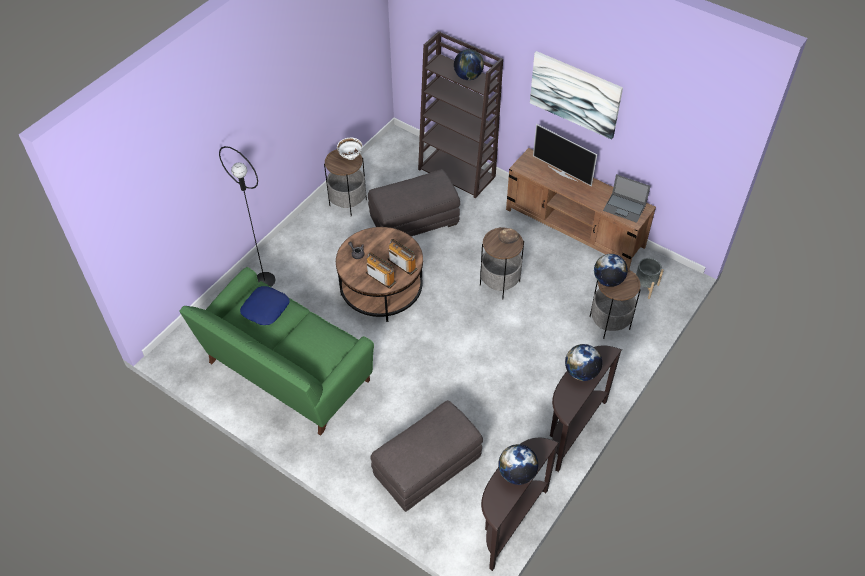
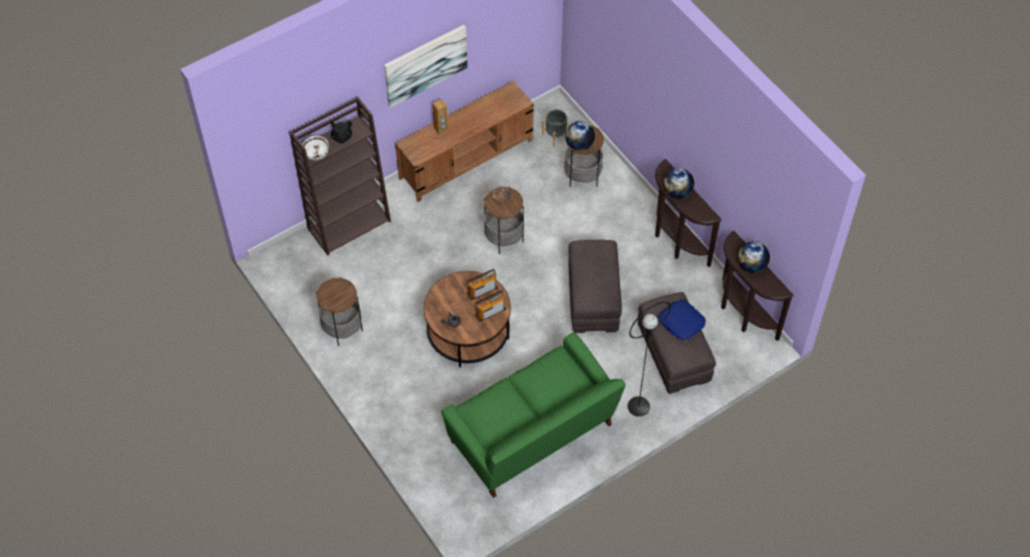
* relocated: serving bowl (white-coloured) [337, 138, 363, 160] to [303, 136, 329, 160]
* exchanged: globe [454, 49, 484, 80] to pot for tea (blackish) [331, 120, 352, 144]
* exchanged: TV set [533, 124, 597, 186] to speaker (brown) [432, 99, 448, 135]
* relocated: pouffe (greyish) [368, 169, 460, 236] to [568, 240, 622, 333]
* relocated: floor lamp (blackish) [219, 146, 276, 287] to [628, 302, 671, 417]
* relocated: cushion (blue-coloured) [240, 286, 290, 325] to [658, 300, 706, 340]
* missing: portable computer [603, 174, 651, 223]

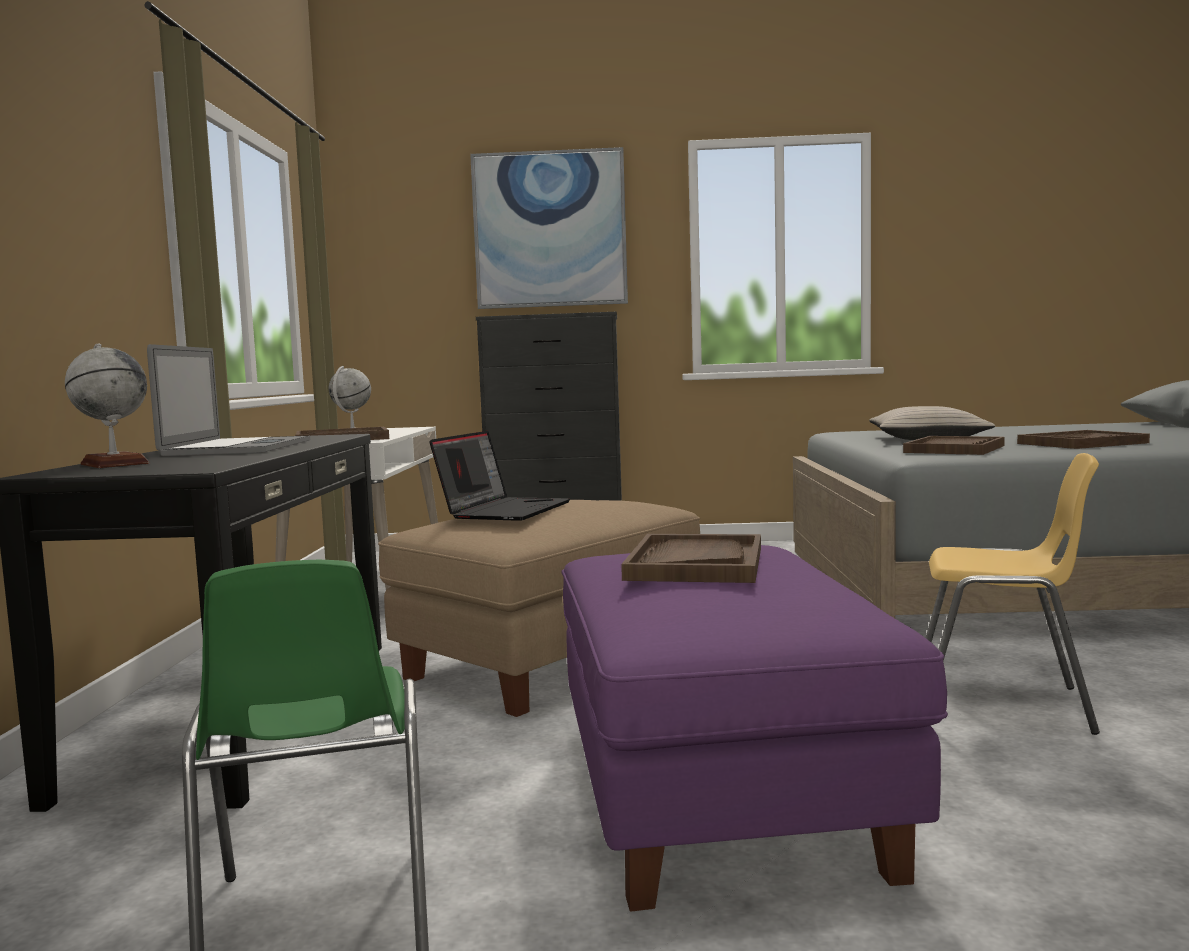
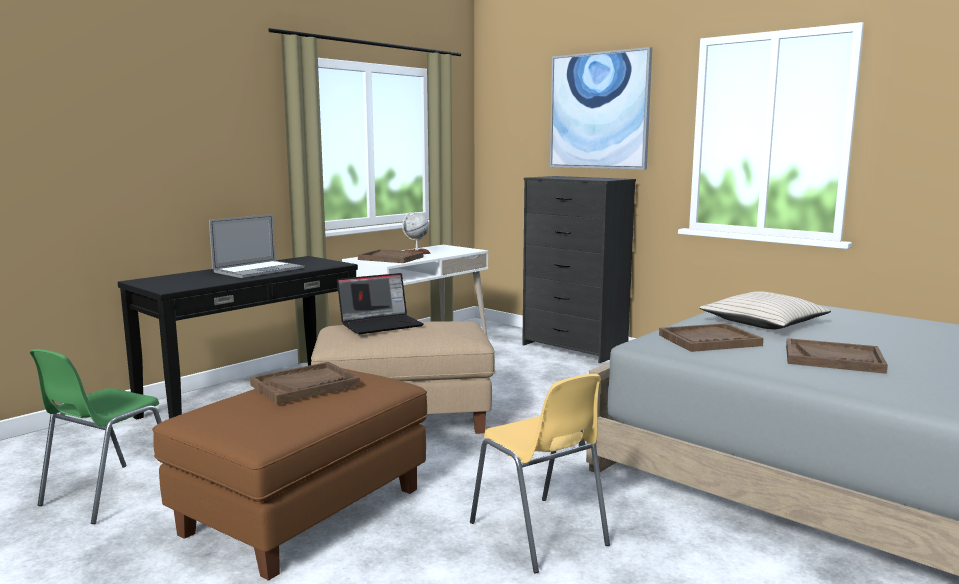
* colour: pouffe (purple-coloured) [561, 545, 948, 912] to pouffe (brown) [152, 368, 428, 581]
* missing: globe [65, 344, 150, 468]

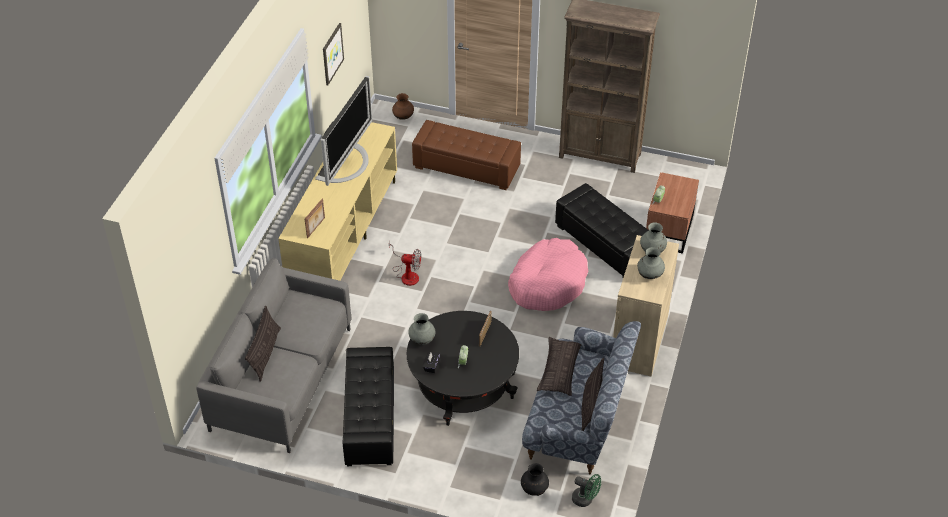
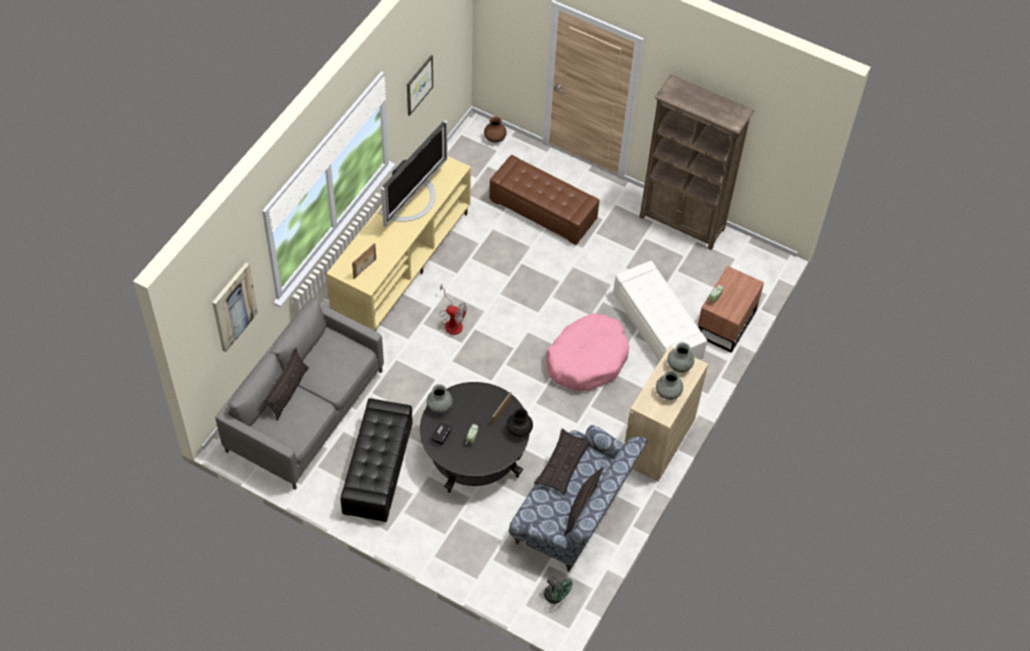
* appeared: wall picture [212, 263, 258, 352]
* relocated: decorative vase (blackish) [521, 463, 549, 496] to [506, 408, 533, 438]
* colour: pouffe (blackish) [555, 183, 649, 278] to pouffe (white-coloured) [613, 261, 707, 362]

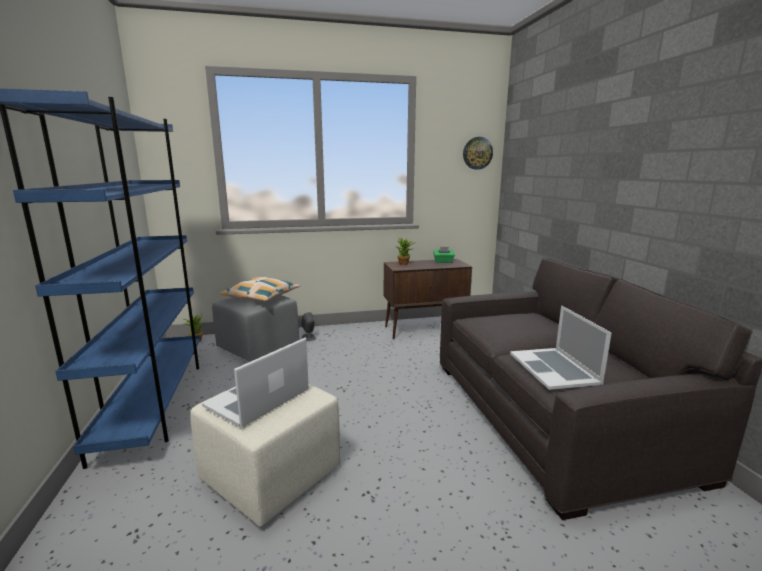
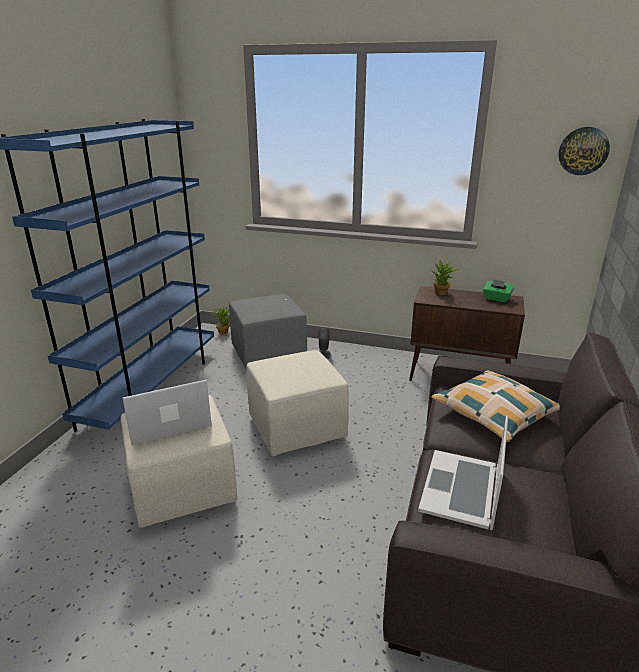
* appeared: pouffe (beige) [246, 350, 349, 456]
* relocated: cushion [220, 277, 300, 302] to [432, 370, 560, 442]

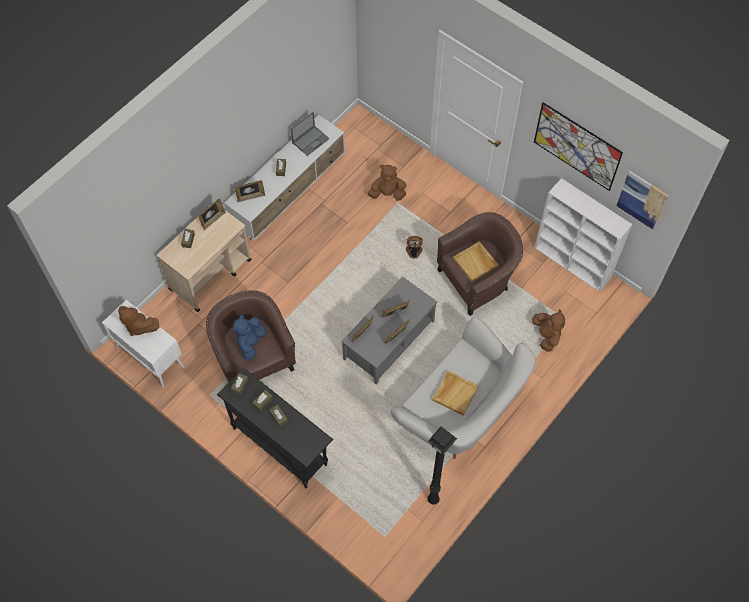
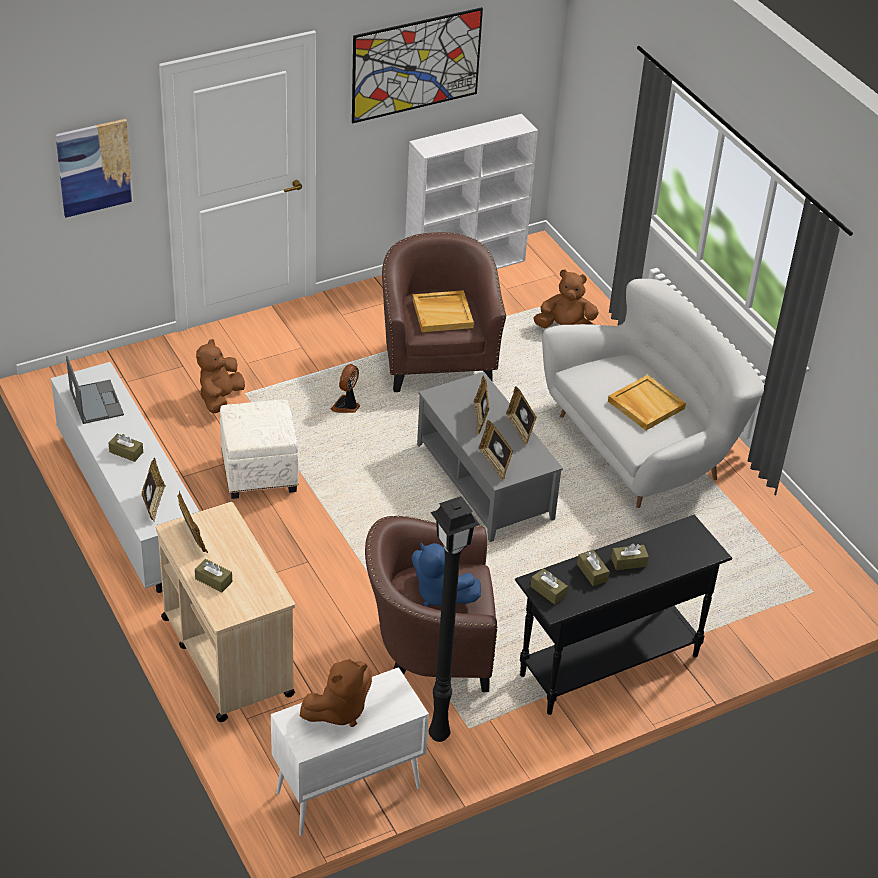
* relocated: wall picture [616, 171, 669, 230] to [55, 119, 133, 218]
* appeared: pouffe (white-coloured) [220, 400, 299, 499]
* relocated: floor lamp (blackish) [427, 426, 457, 505] to [428, 496, 480, 742]

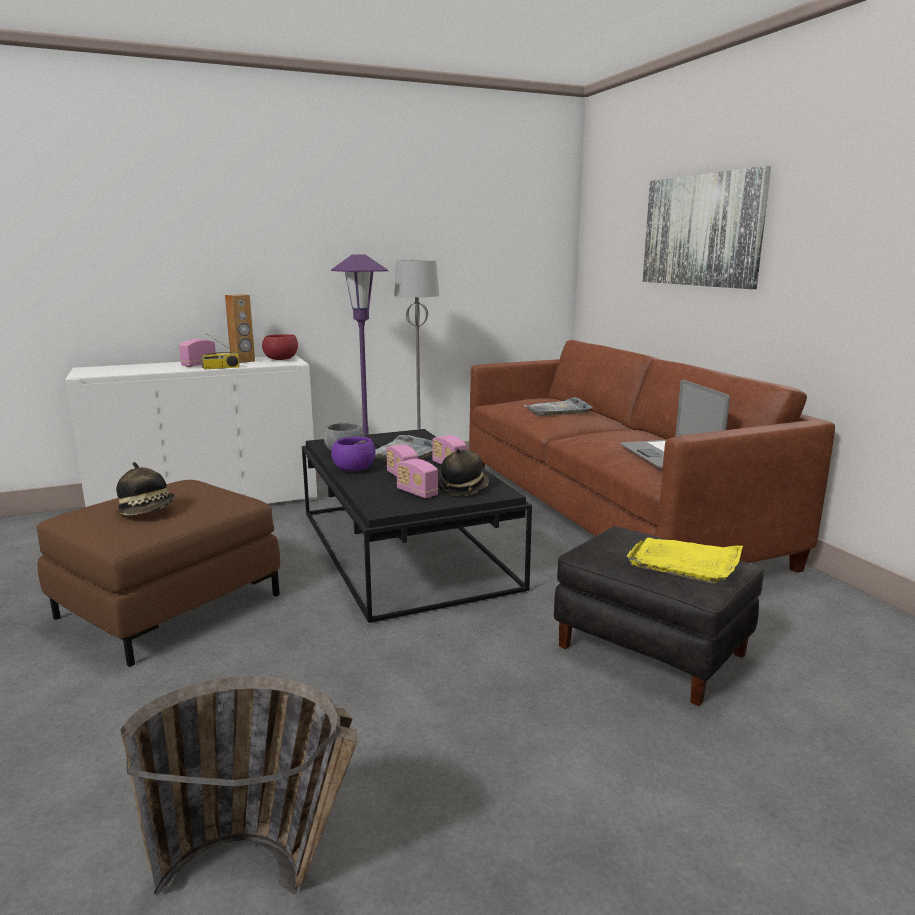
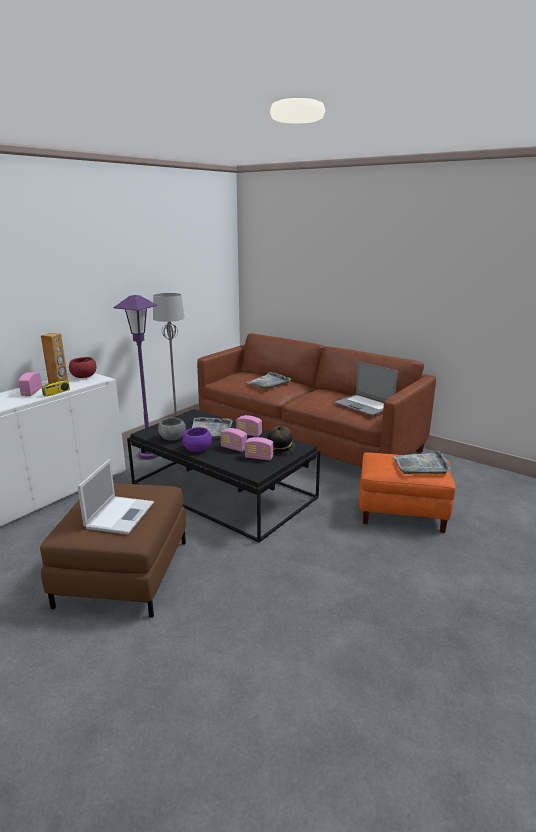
* exchanged: hat [116, 462, 175, 516] to portable computer [77, 459, 154, 535]
* colour: pouffe (blackish) [554, 526, 764, 706] to pouffe (orangey) [359, 452, 456, 533]
* colour: tray (yellow) [626, 538, 743, 584] to tray (greyish) [393, 451, 451, 474]
* missing: household basket [121, 676, 357, 896]
* missing: wall picture [643, 166, 771, 289]

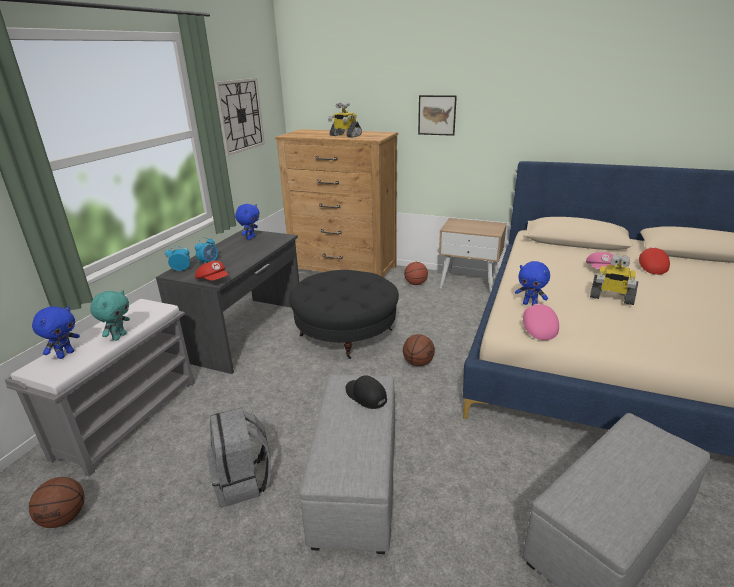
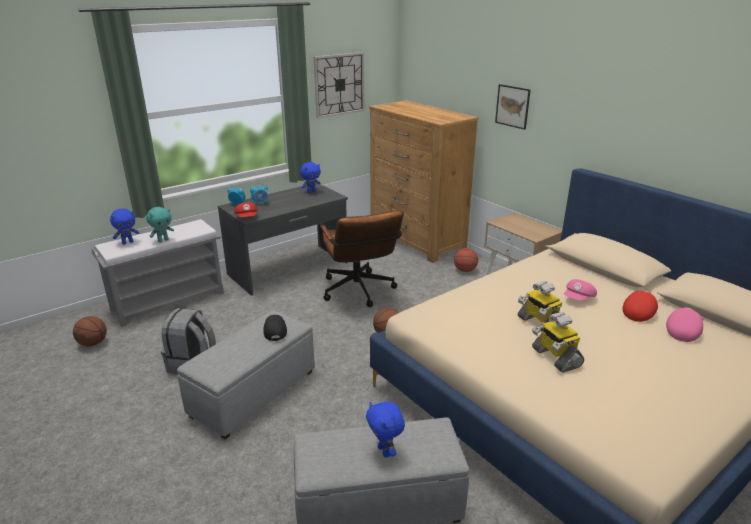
* exchanged: pouffe (blackish) [289, 270, 399, 359] to desk chair (brown) [319, 211, 404, 307]
* relocated: cuddly toy (blue-coloured) [515, 261, 550, 305] to [366, 402, 405, 457]
* relocated: robot figure [328, 102, 362, 138] to [532, 312, 584, 373]
* relocated: peaked cap (pinkish) [523, 303, 559, 340] to [666, 307, 703, 342]

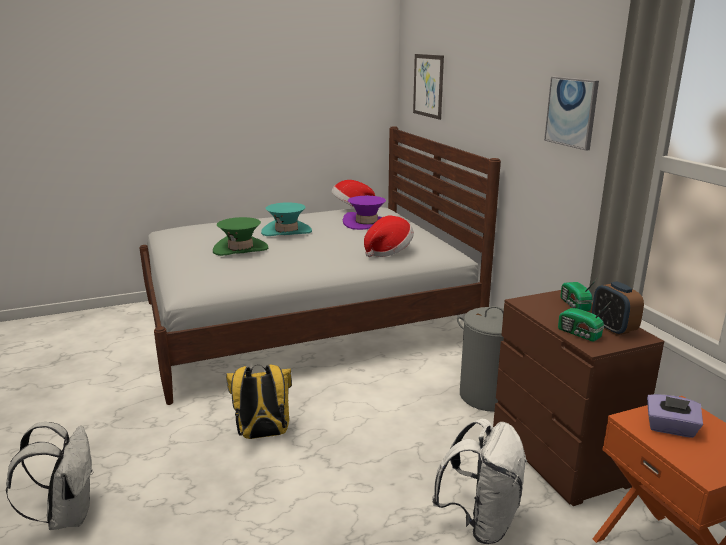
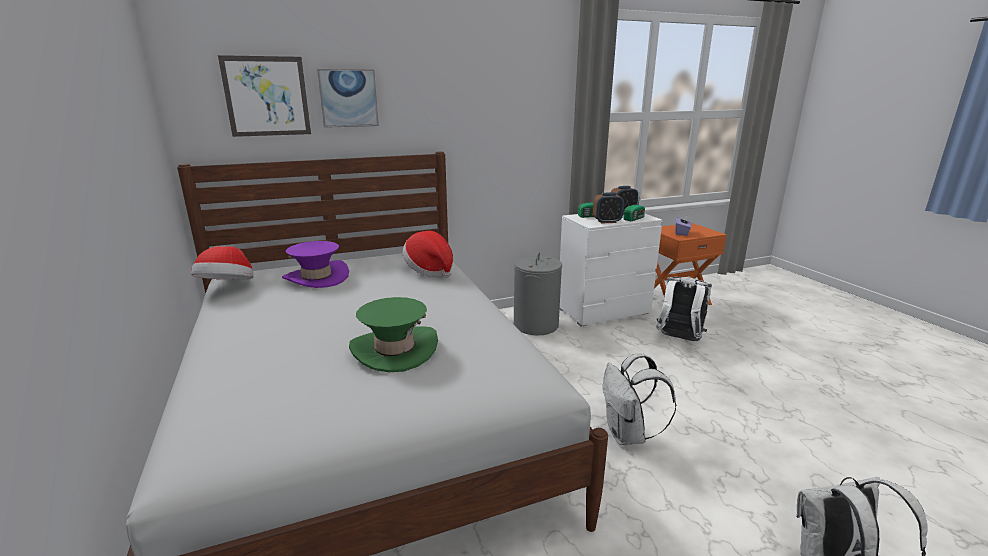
* relocated: wall picture [544, 77, 599, 151] to [317, 69, 379, 128]
* colour: drawer chest (brown) [493, 290, 664, 506] to drawer chest (white-coloured) [560, 213, 663, 327]
* appeared: alarm clock [593, 192, 624, 223]
* colour: rucksack (yellow) [226, 364, 292, 439] to rucksack (white-coloured) [602, 353, 676, 445]
* missing: hat (turquoise-coloured) [261, 202, 312, 236]

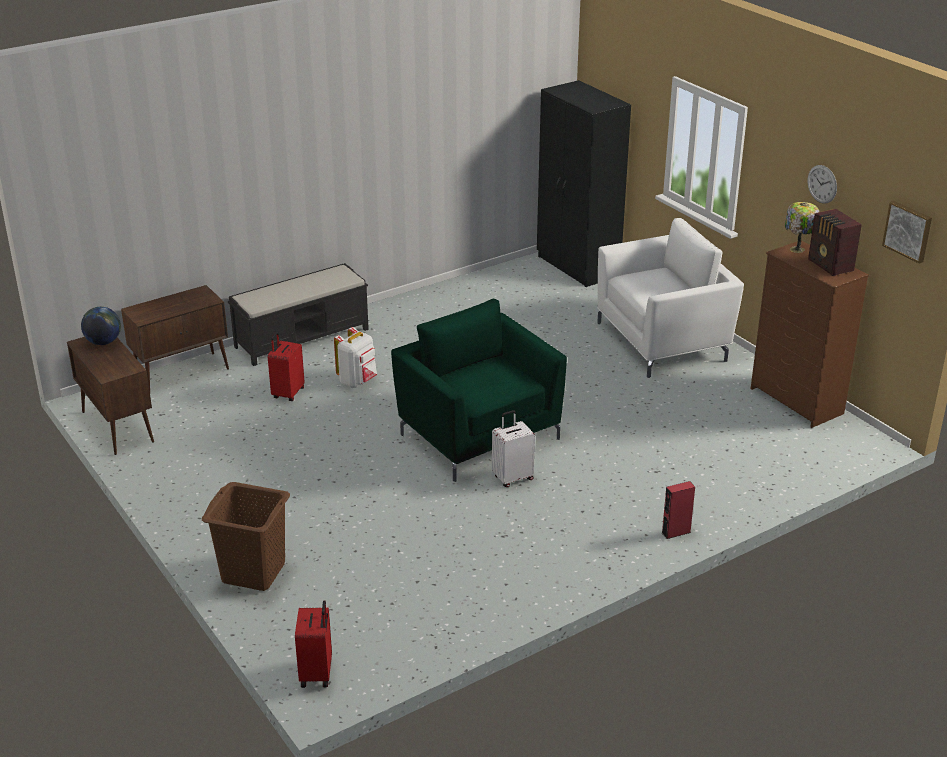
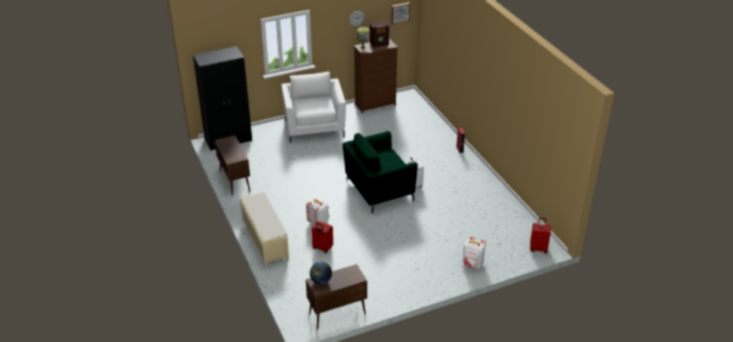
* relocated: cupboard (brown) [121, 285, 229, 391] to [215, 136, 250, 196]
* colour: bench (blackish) [228, 263, 369, 366] to bench (beige) [239, 192, 289, 267]
* exchanged: laundry basket (brown) [202, 482, 290, 591] to rucksack (white-coloured) [462, 236, 486, 269]

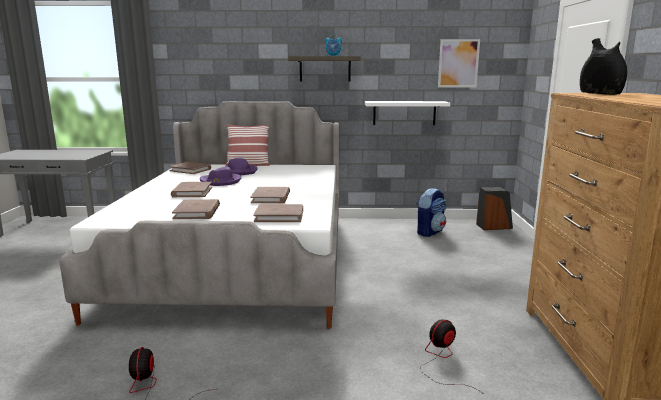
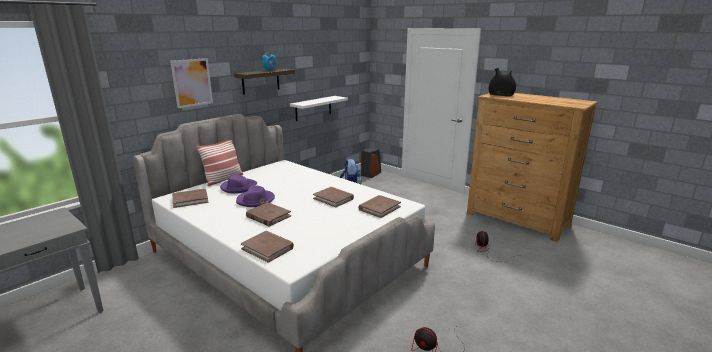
* relocated: wall picture [438, 39, 480, 87] to [170, 58, 213, 108]
* relocated: book (brown) [172, 199, 220, 219] to [241, 231, 294, 263]

